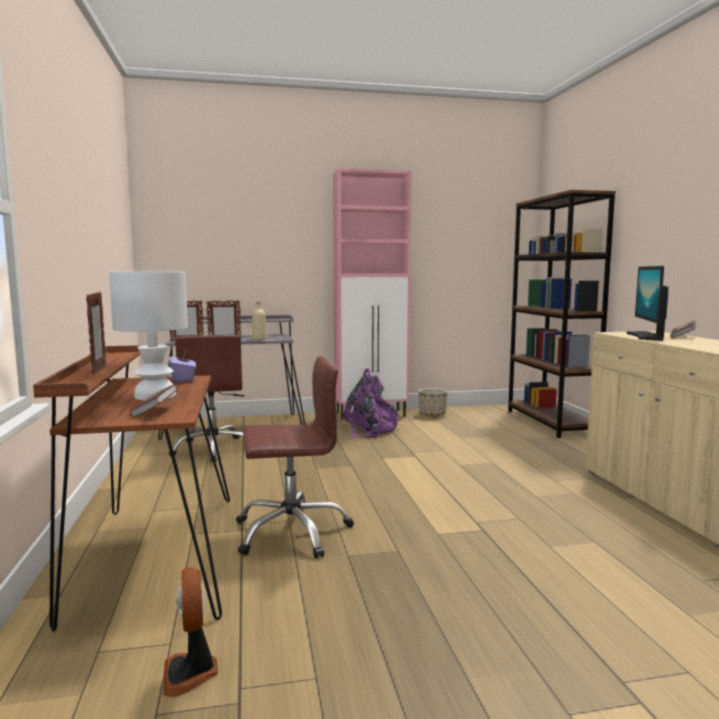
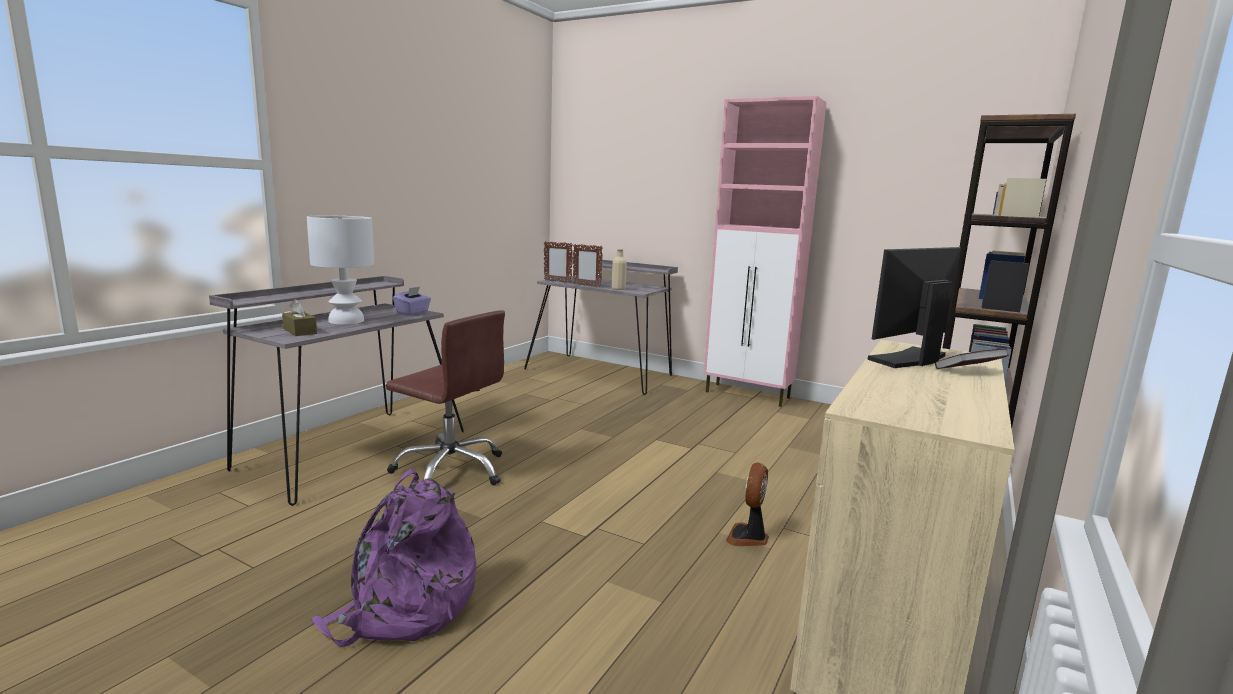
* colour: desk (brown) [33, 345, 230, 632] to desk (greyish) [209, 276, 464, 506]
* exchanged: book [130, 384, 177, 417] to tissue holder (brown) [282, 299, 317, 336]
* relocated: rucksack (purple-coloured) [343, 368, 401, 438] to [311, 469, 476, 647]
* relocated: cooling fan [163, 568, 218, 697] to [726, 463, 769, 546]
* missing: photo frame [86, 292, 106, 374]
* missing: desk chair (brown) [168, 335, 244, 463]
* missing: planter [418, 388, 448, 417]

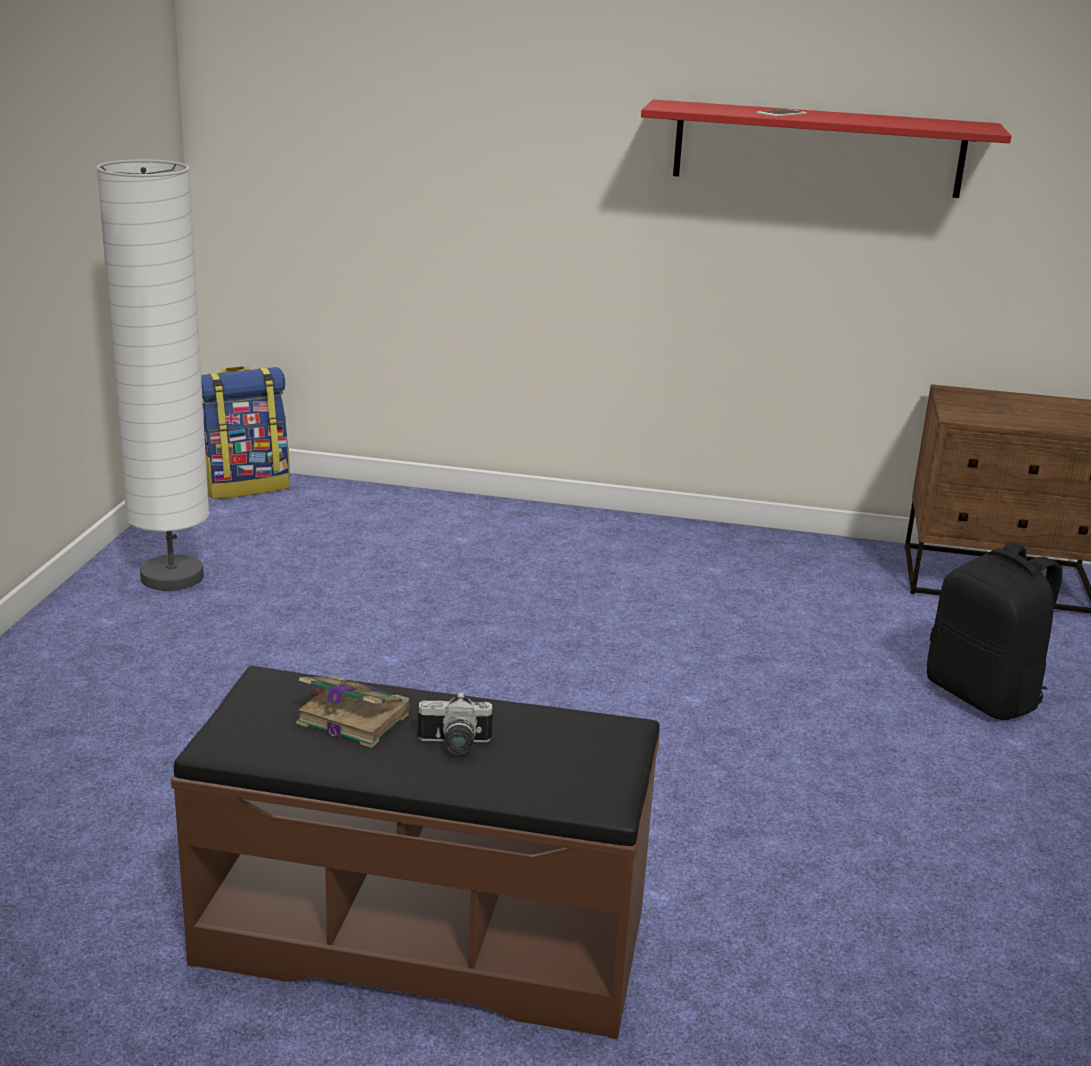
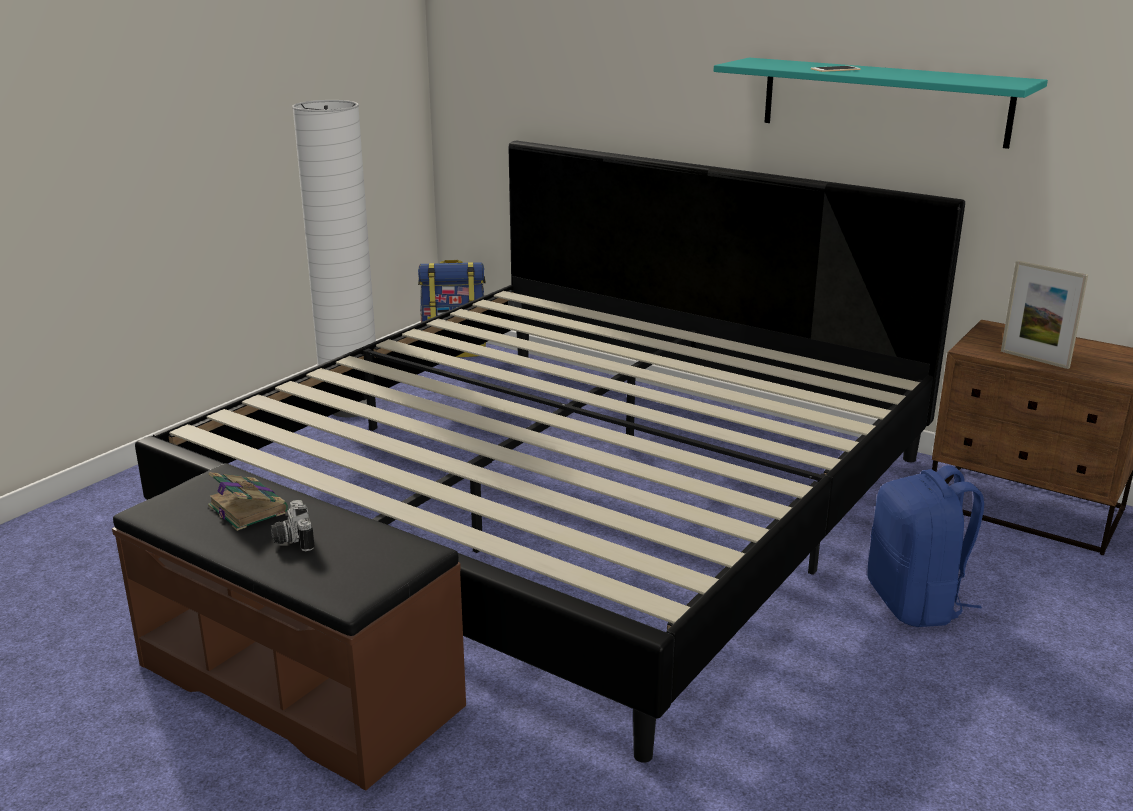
* appeared: bed [135, 141, 965, 763]
* spun: still camera [417, 691, 493, 755] = [271, 500, 315, 551] 45 degrees clockwise
* colour: shelf (reddish) [641, 99, 1012, 198] to shelf (turquoise-coloured) [714, 58, 1048, 149]
* colour: rucksack (blackish) [927, 542, 1063, 720] to rucksack (blue-coloured) [867, 465, 984, 627]
* appeared: photo frame [1001, 261, 1088, 369]

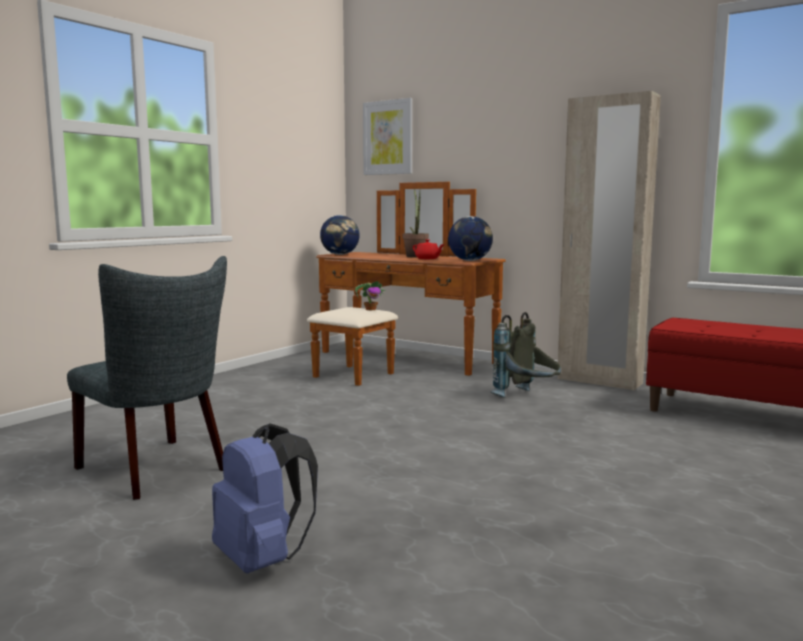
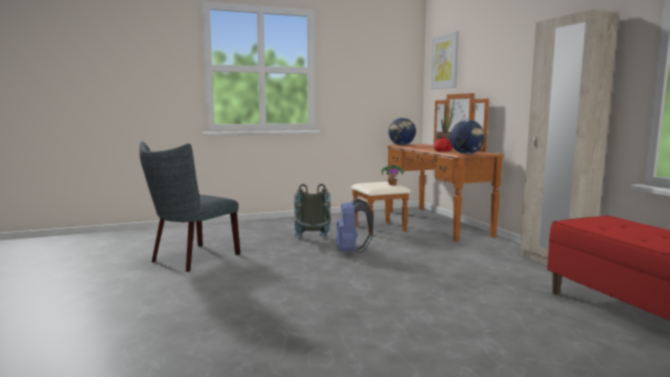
* spun: upright chair (greyish) [67, 256, 227, 500] = [139, 141, 240, 272] 45 degrees clockwise
* relocated: rucksack (greyish) [491, 312, 561, 398] to [293, 184, 331, 239]
* relocated: rucksack (blue-coloured) [212, 423, 318, 573] to [336, 198, 374, 253]

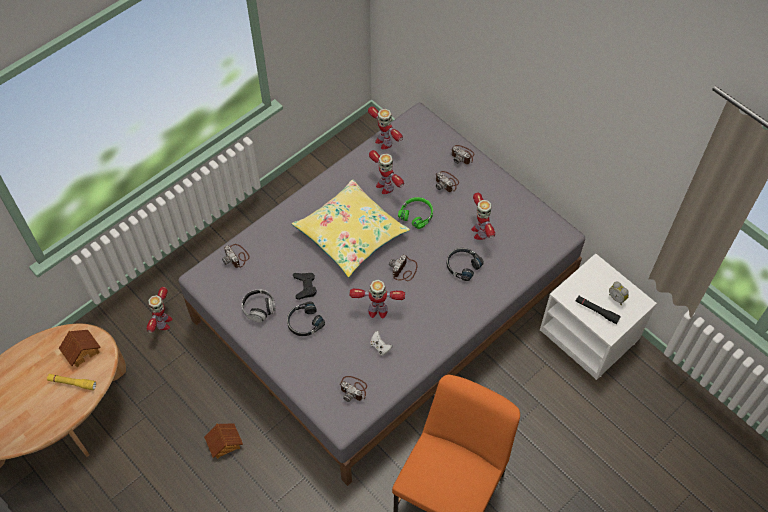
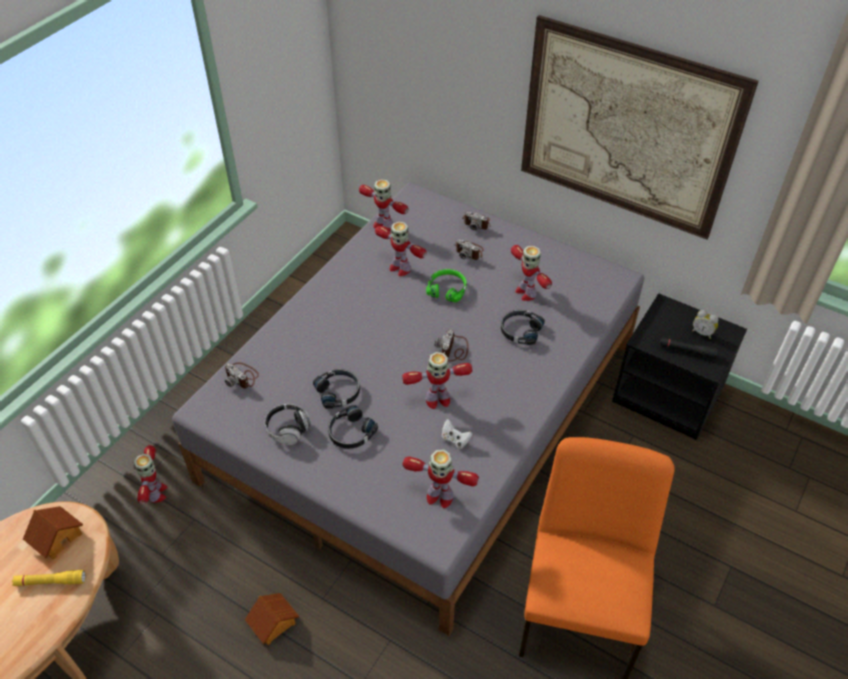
* exchanged: joypad (blackish) [293, 273, 317, 300] to pair of headphones (blackish) [313, 369, 360, 409]
* exchanged: still camera [339, 376, 367, 402] to robot figure [403, 449, 479, 508]
* appeared: wall picture [521, 15, 759, 240]
* colour: night table (white-coloured) [540, 253, 657, 380] to night table (blackish) [612, 293, 747, 440]
* missing: cushion (yellow) [292, 179, 410, 277]

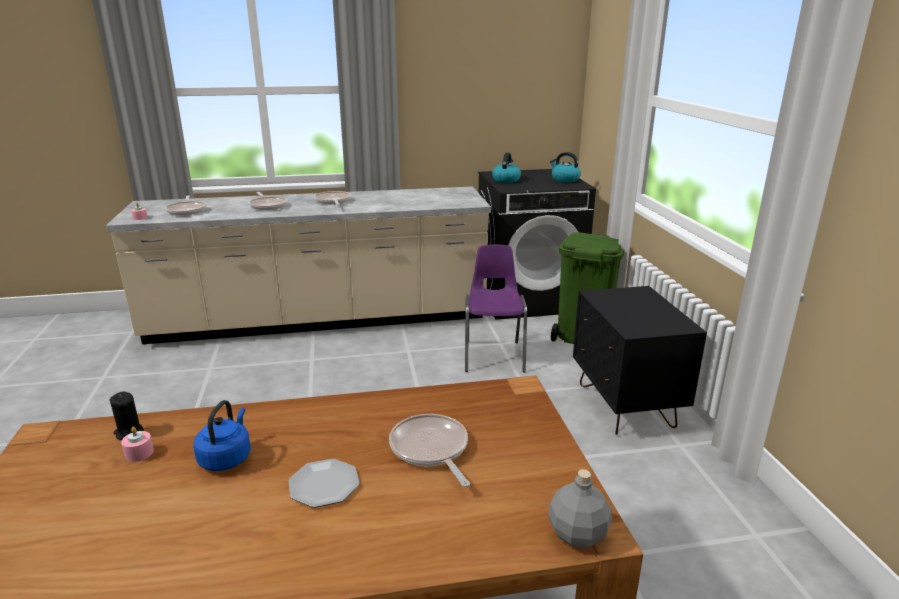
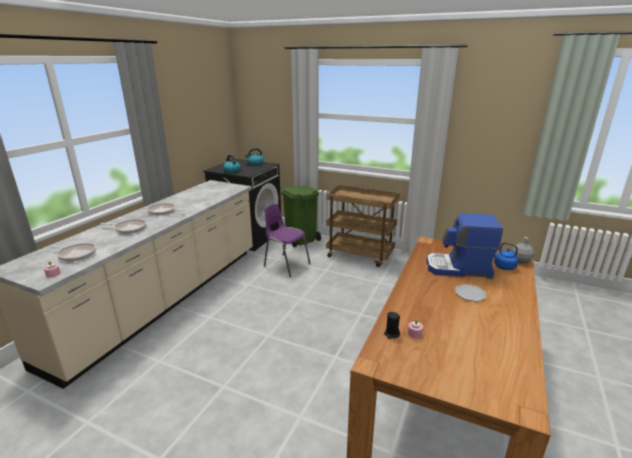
* exchanged: night table (blackish) [573, 286, 707, 435] to trolley (brown) [326, 185, 400, 267]
* exchanged: pan [389, 414, 470, 487] to coffee brewer [426, 213, 503, 279]
* relocated: water kettle (blue-coloured) [193, 400, 251, 471] to [494, 242, 518, 270]

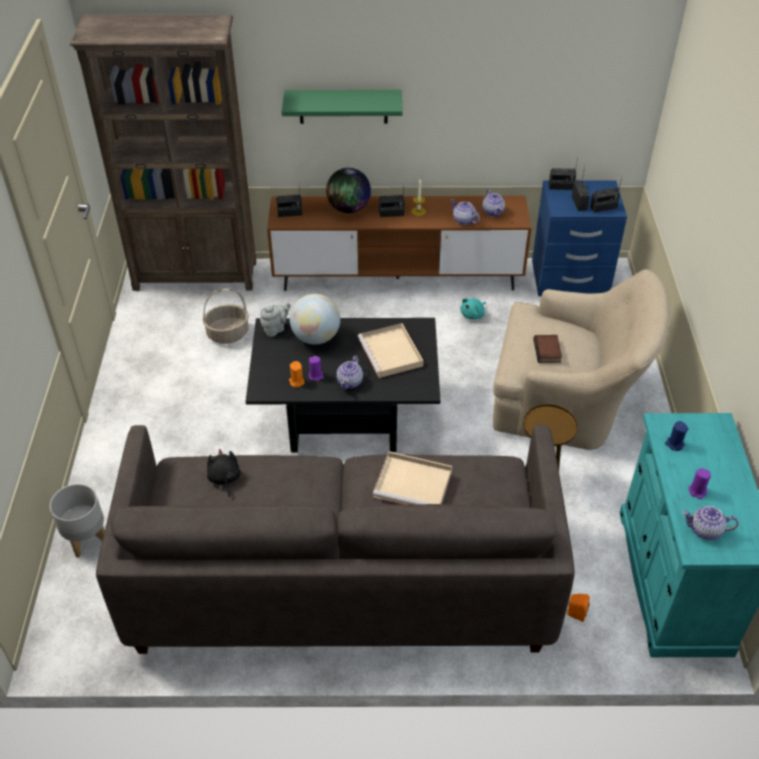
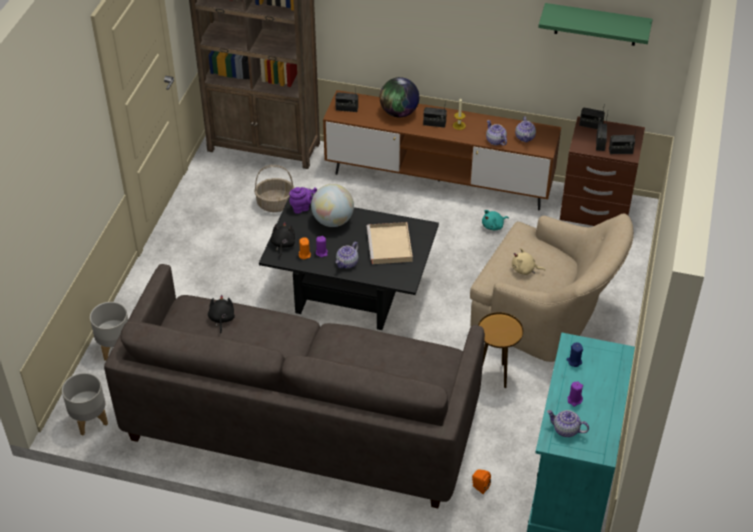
* appeared: planter (greyish) [62, 373, 108, 436]
* appeared: cuddly toy (blackish) [270, 222, 295, 257]
* colour: pot for tea (greyish) [260, 302, 290, 337] to pot for tea (purple-coloured) [289, 187, 317, 214]
* exchanged: book [533, 335, 562, 363] to cuddly toy (beige) [512, 248, 545, 275]
* relocated: shelf (greenish) [282, 90, 403, 124] to [538, 3, 653, 46]
* colour: night table (blue-coloured) [532, 180, 627, 296] to night table (brown) [560, 117, 645, 226]
* missing: tray (beige) [373, 451, 452, 504]

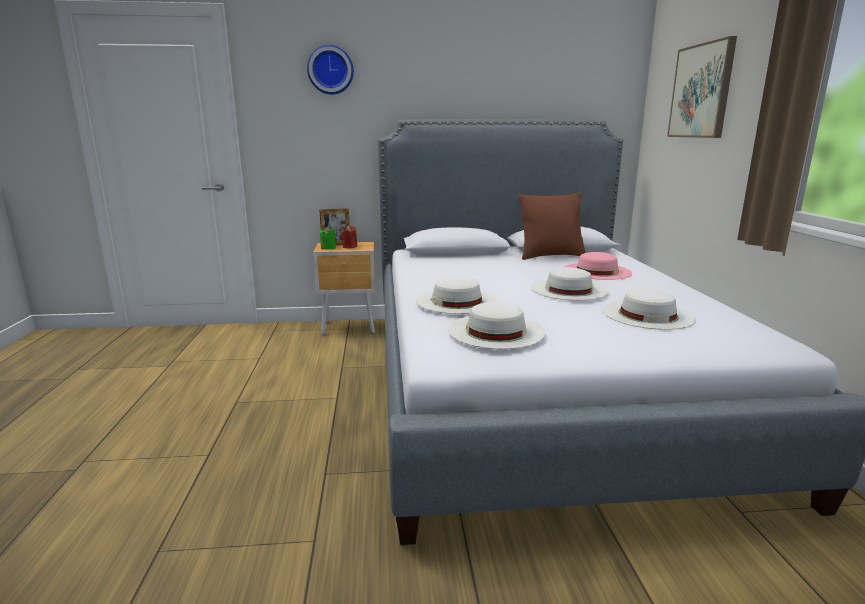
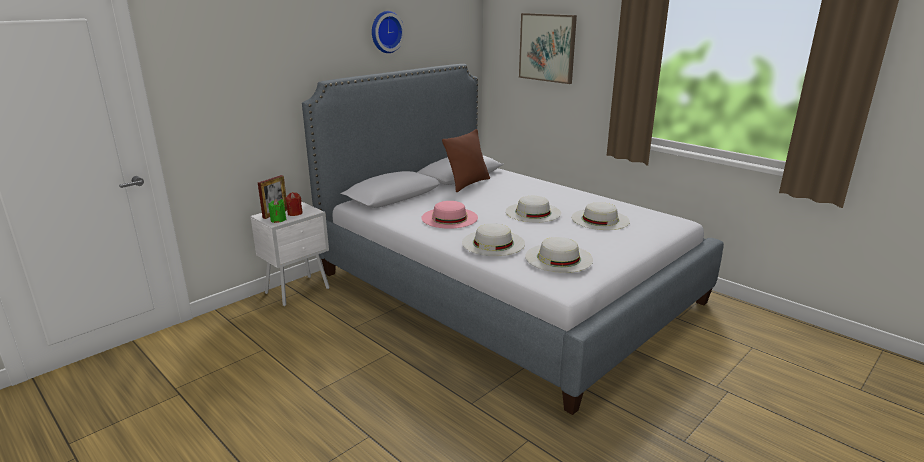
* colour: night table (brown) [313, 242, 375, 335] to night table (white-coloured) [250, 202, 329, 306]
* relocated: wall clock [307, 45, 354, 95] to [372, 11, 405, 53]
* relocated: hat (pinkish) [565, 252, 632, 280] to [421, 201, 478, 229]

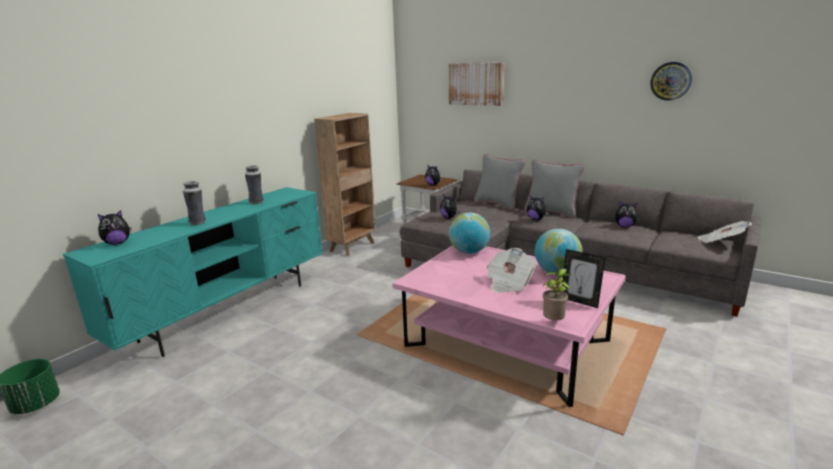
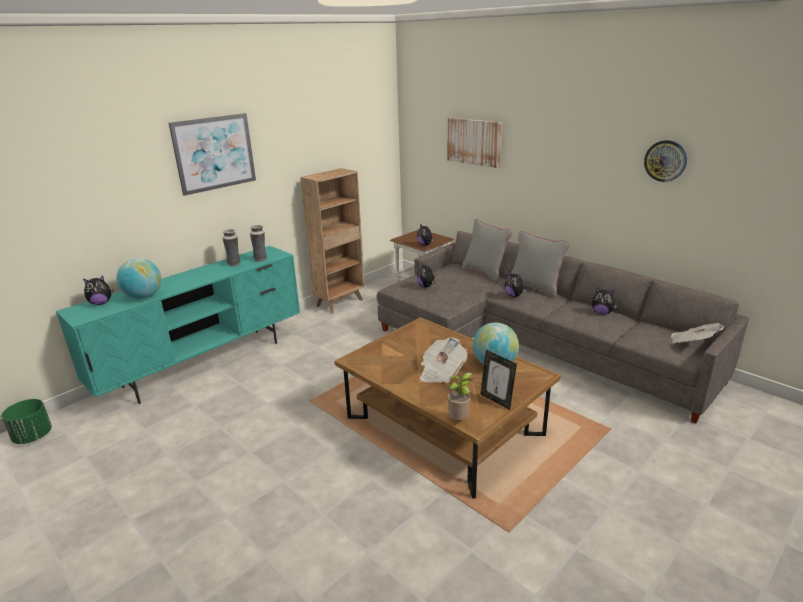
* relocated: globe [449, 213, 490, 254] to [116, 258, 161, 299]
* appeared: wall picture [169, 113, 256, 196]
* relocated: decorative vase [183, 181, 206, 225] to [250, 225, 267, 262]
* colour: lounge table (pinkish) [392, 245, 626, 407] to lounge table (brown) [334, 317, 561, 499]

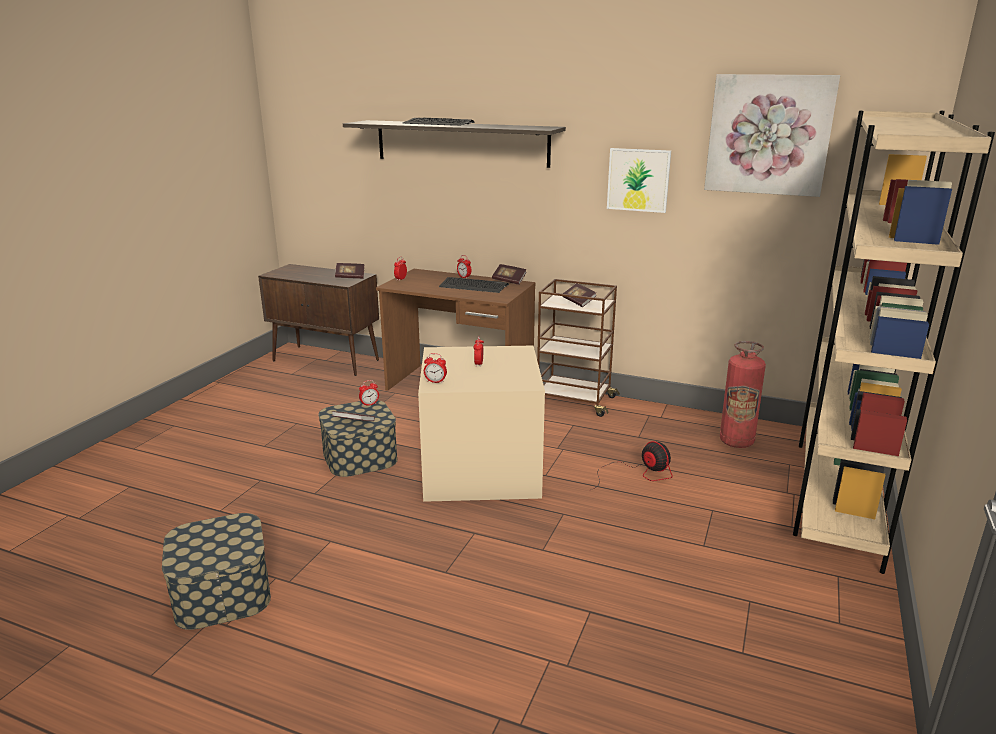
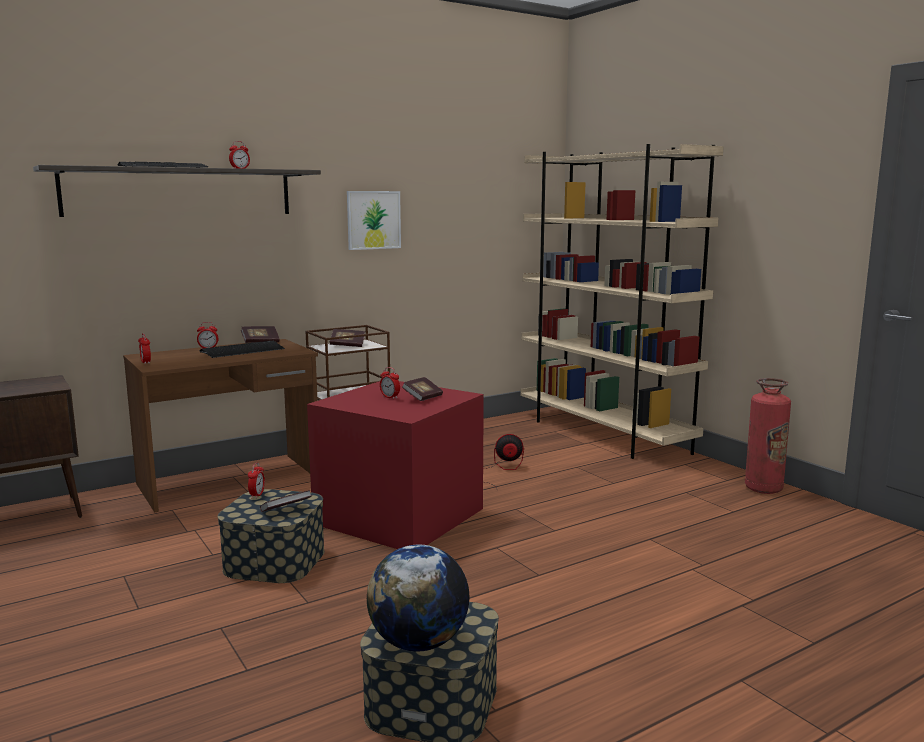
* relocated: alarm clock [424, 353, 447, 383] to [229, 141, 250, 169]
* colour: storage box (beige) [418, 346, 545, 502] to storage box (reddish) [307, 381, 484, 549]
* appeared: globe [367, 545, 470, 652]
* relocated: book [335, 263, 364, 279] to [402, 377, 443, 401]
* relocated: fire extinguisher [720, 341, 766, 448] to [745, 378, 791, 494]
* missing: wall picture [704, 74, 840, 197]

